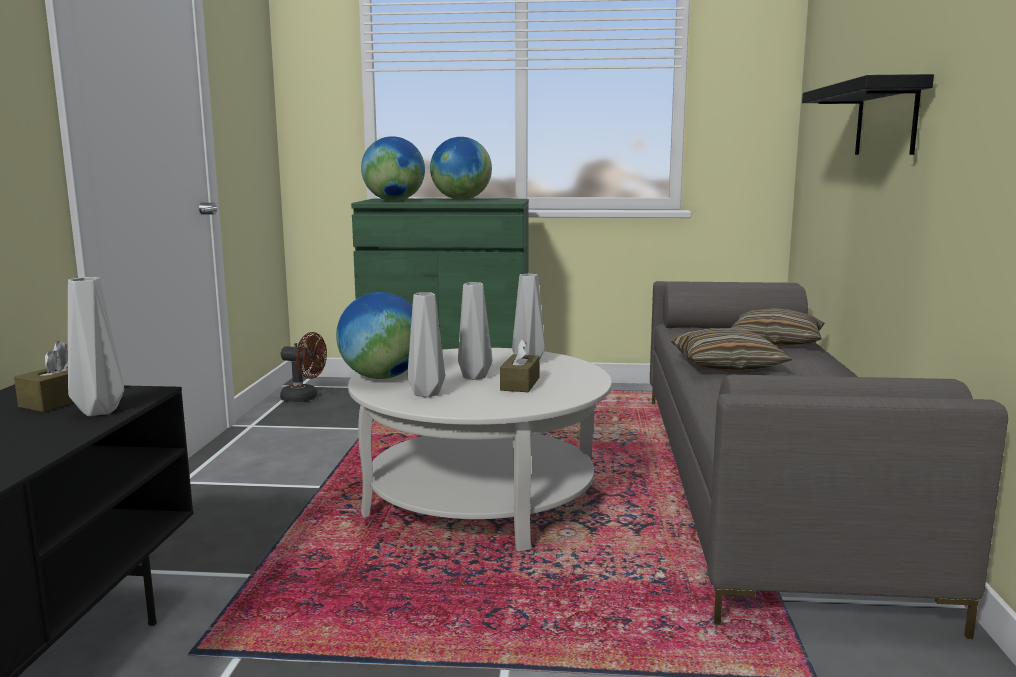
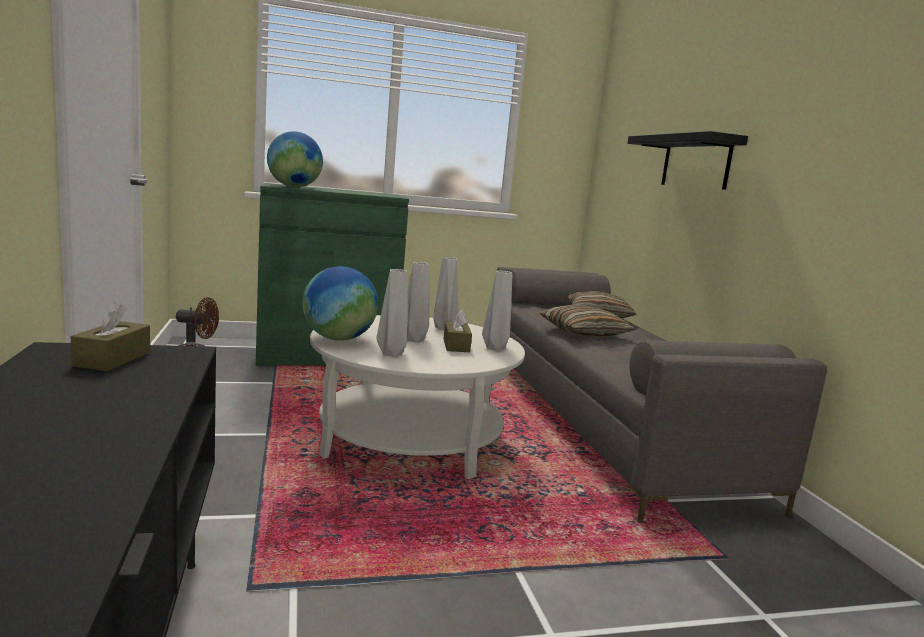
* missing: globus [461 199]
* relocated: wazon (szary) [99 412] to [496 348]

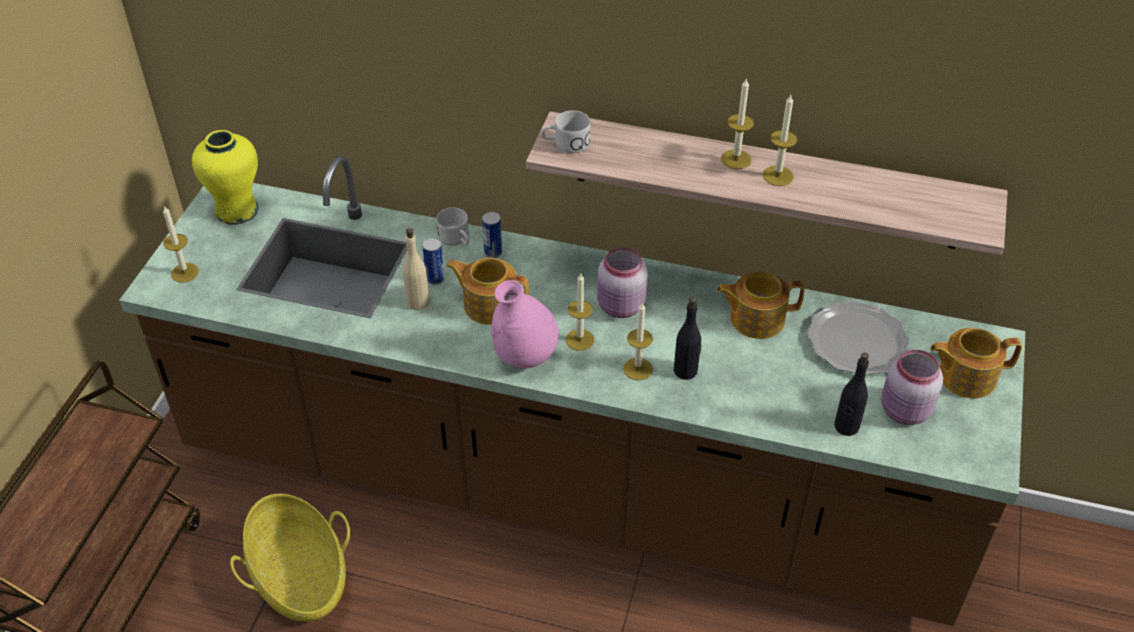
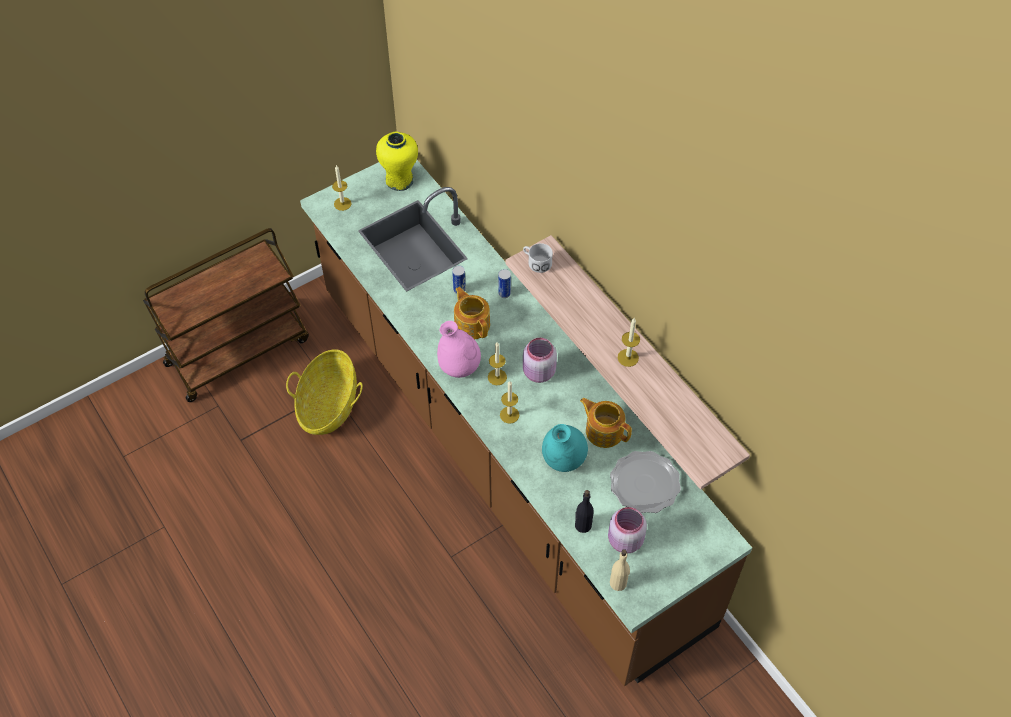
* missing: kubek (biały) [456 239]
* missing: butelka (czarny) [686 371]
* missing: świeca [736 159]
* missing: imbryk [965 376]
* appeared: wazon (turkusowy) [563 460]
* relocated: butelka (beżowy) [418 302] to [618 583]

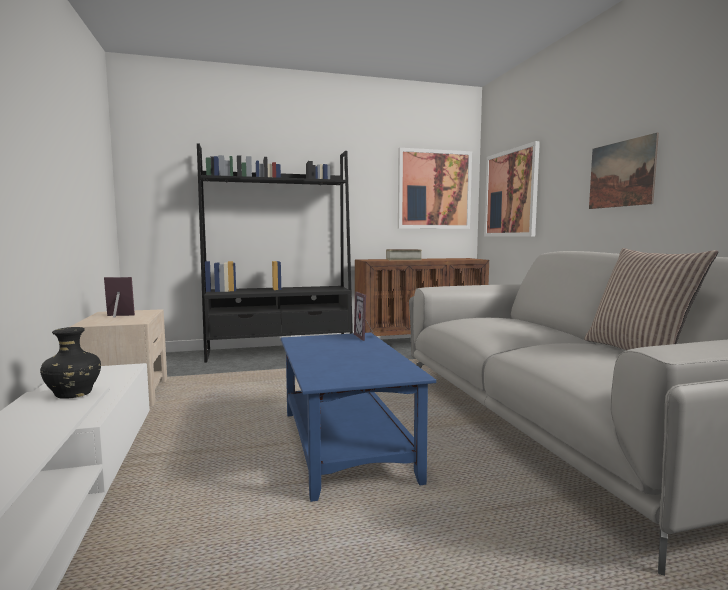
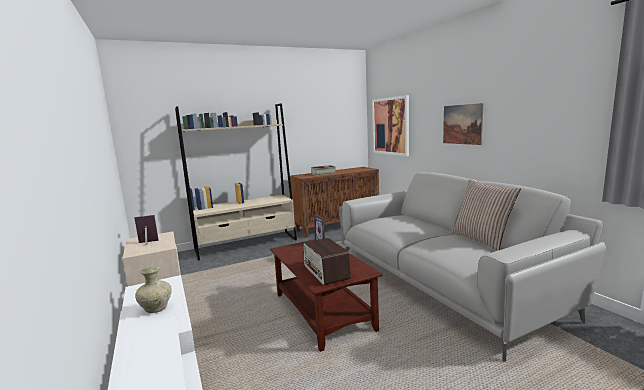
* missing: obraz [434 189]
* appeared: radio [326 272]
* colour: wazon (czarny) [73 394] to wazon (beżowy) [156 309]
* colour: regał (czarny) [280 351] to regał (beżowy) [247 245]
* colour: ława (niebieski) [346 445] to ława (brązowy) [323 312]

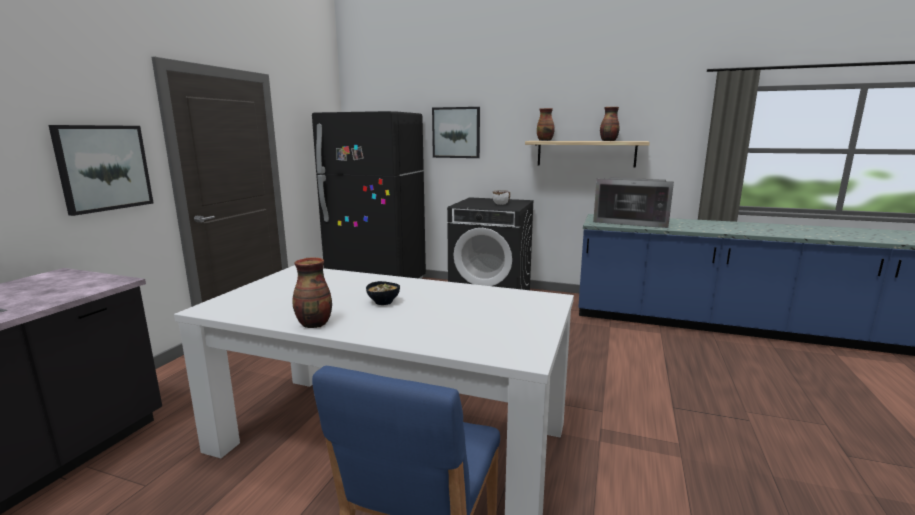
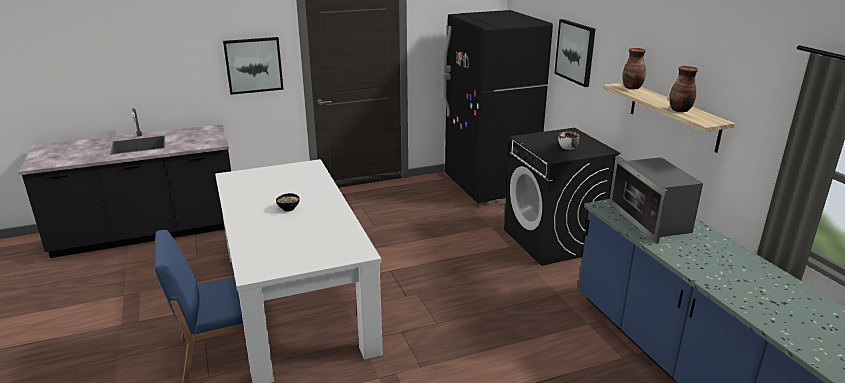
* missing: wazon [314 324]

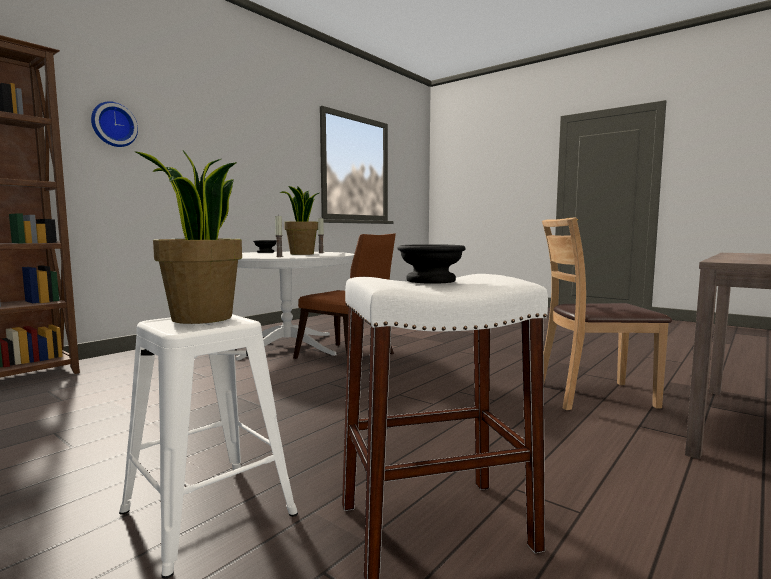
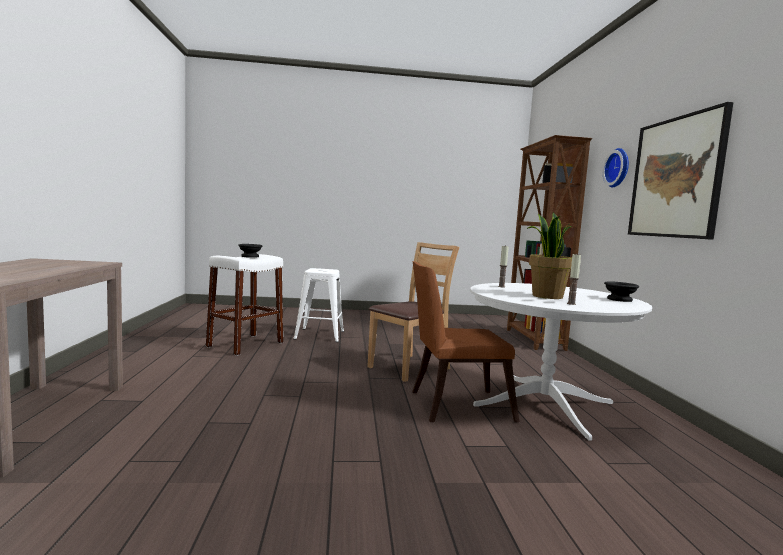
* missing: roślina doniczkowa [201 318]
* appeared: obraz [675 177]
* relocated: krzesło (brązowy) [593 395] to [409 367]

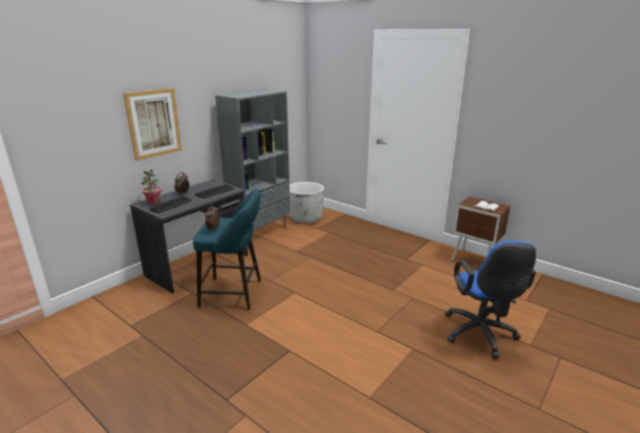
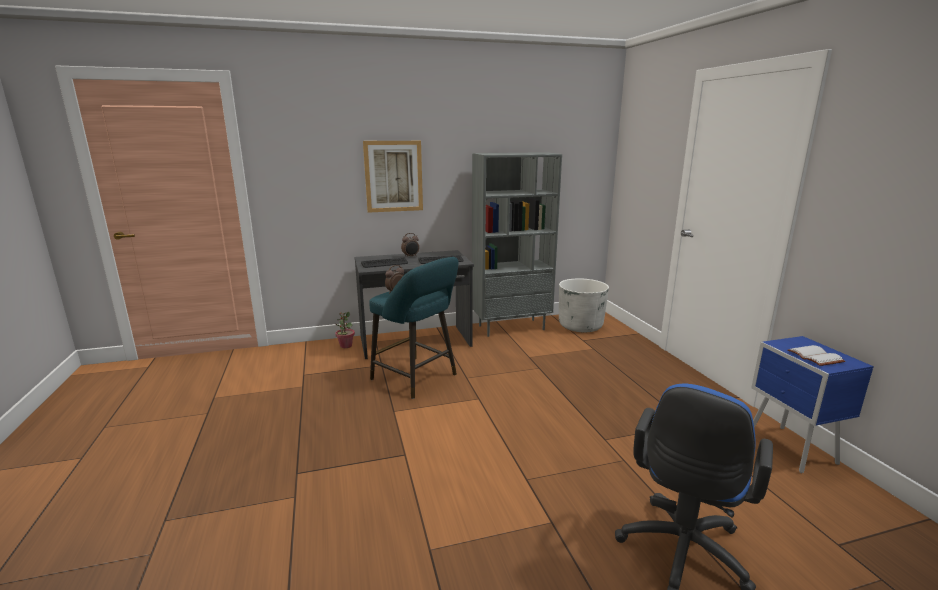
* relocated: roślina doniczkowa [153 203] to [346 346]
* colour: szafka nocna (brązowy) [475 261] to szafka nocna (niebieski) [791 450]

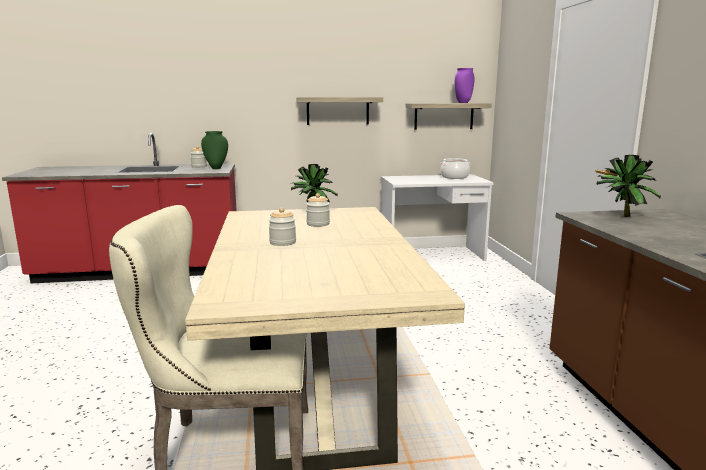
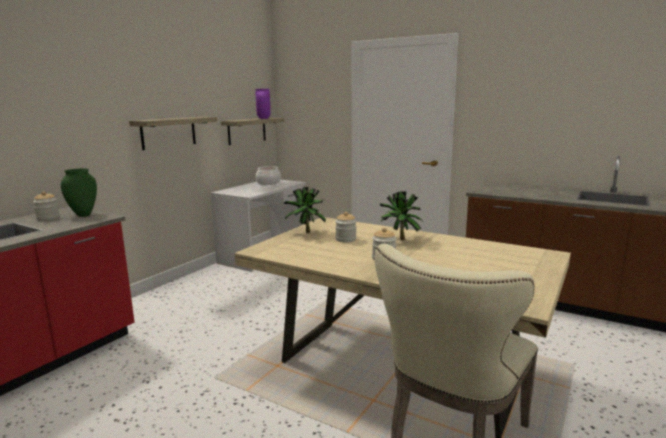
* relocated: roślina doniczkowa [621 216] to [399 240]

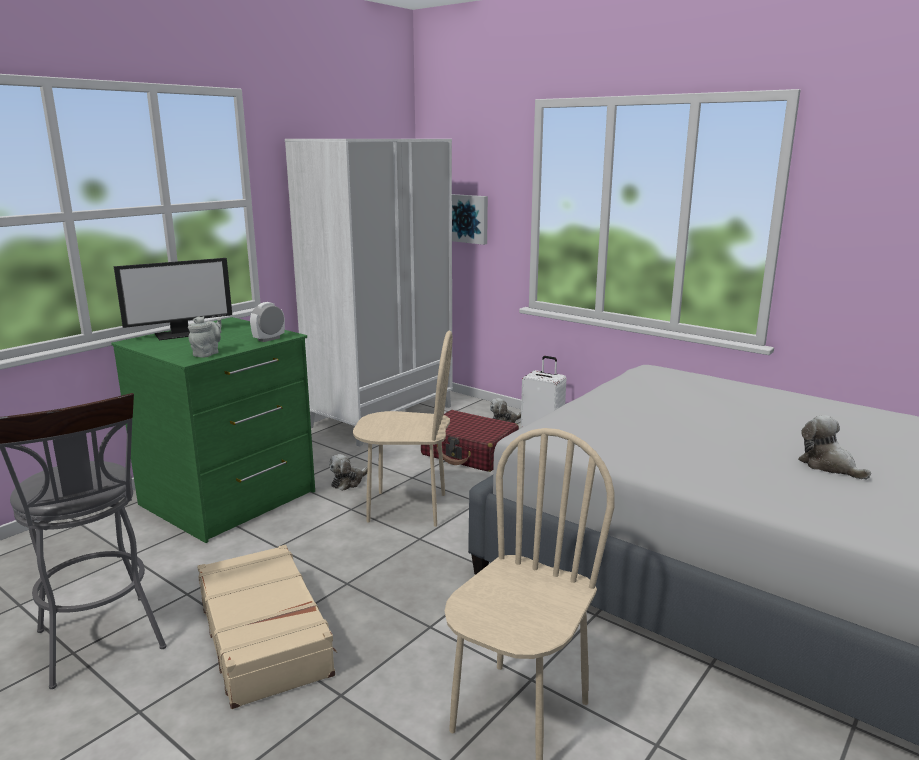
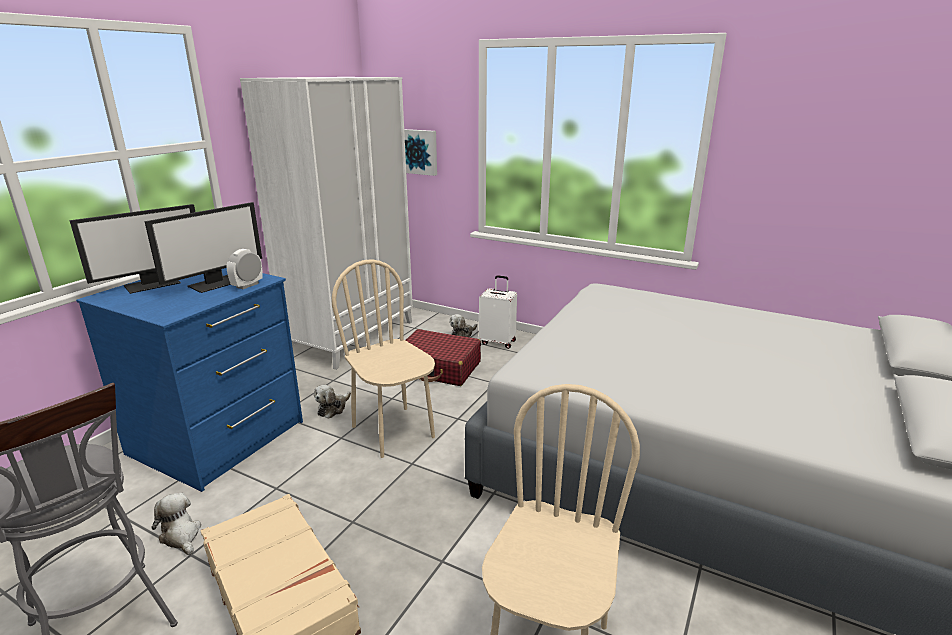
* missing: imbryk (szary) [207 354]
* appeared: monitor [216 283]
* relocated: pluszak [829 466] to [181 536]
* colour: komoda (zielony) [229 499] to komoda (niebieski) [219 438]
* spun: krzesło (beżowy) [407 508] = [393 431] 120 degrees counterclockwise

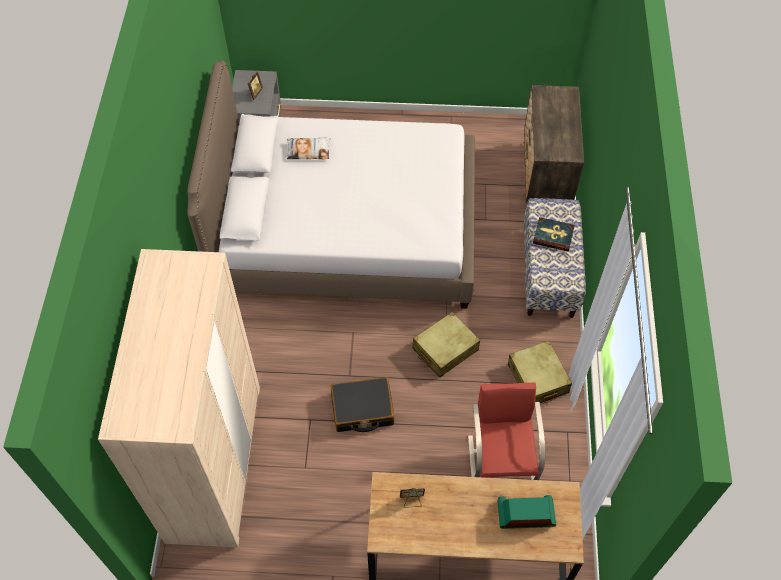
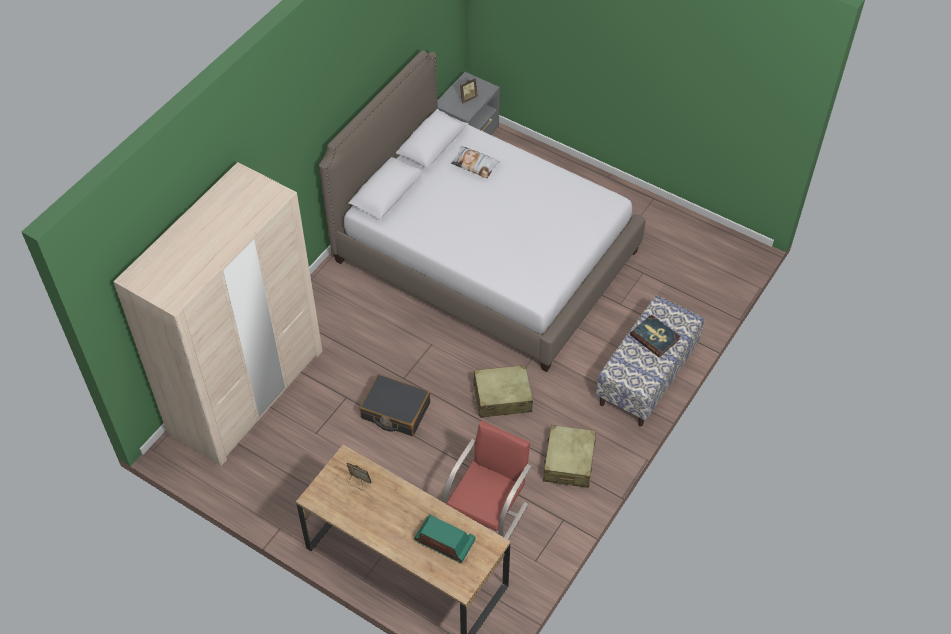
* missing: komoda [545 178]

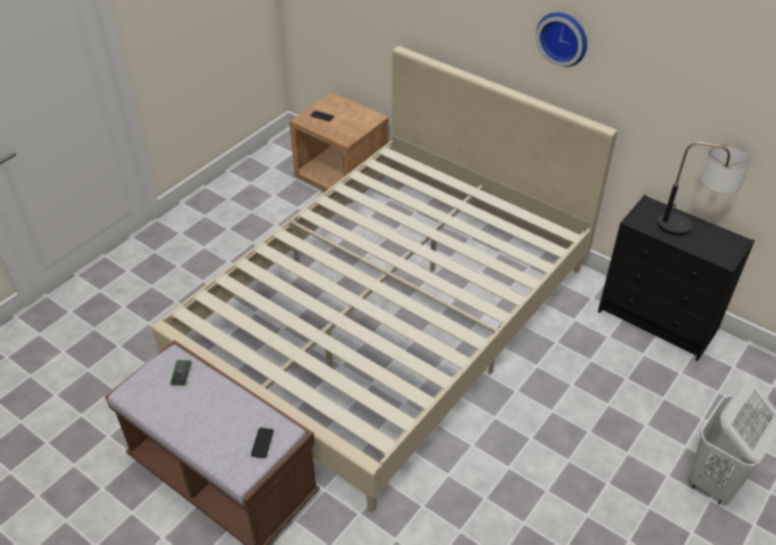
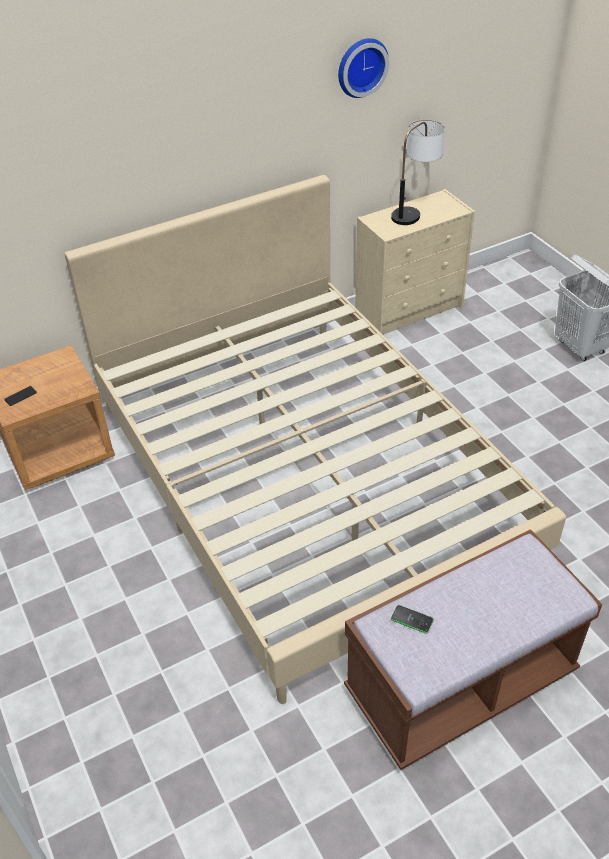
* missing: telefon [262 443]
* relocated: zegar ścienny [563 37] to [360 66]
* colour: komoda (czarny) [658 321] to komoda (beżowy) [410 310]

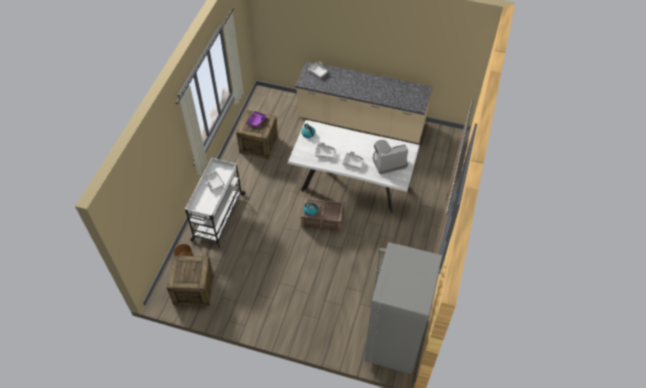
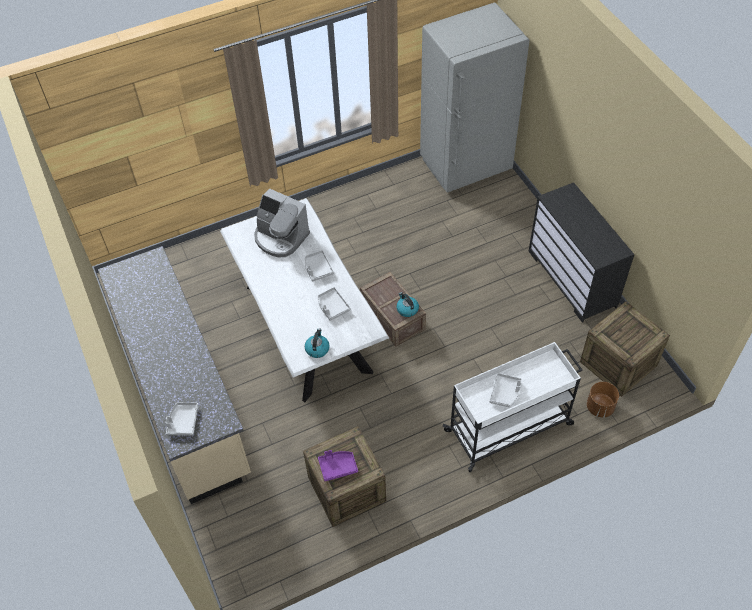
* appeared: komoda (czarny) [572 278]

